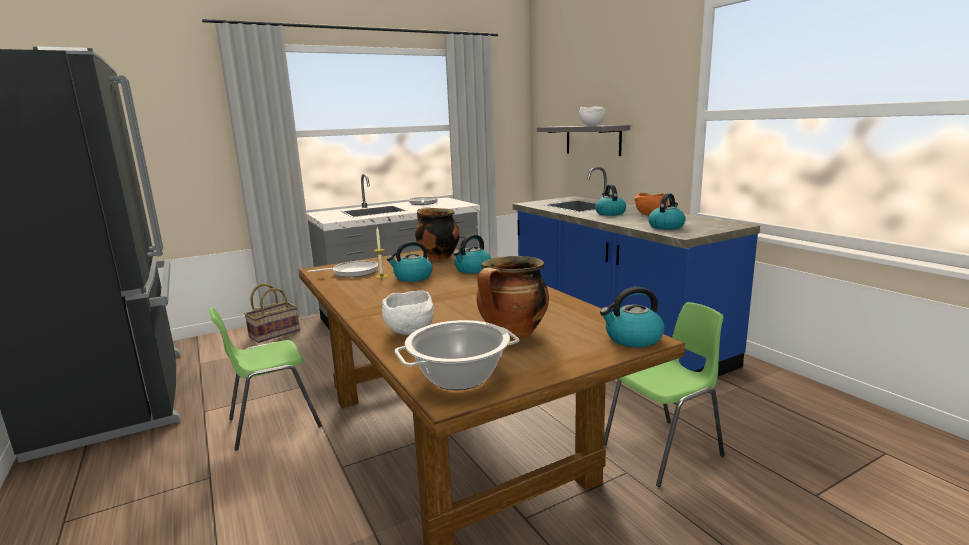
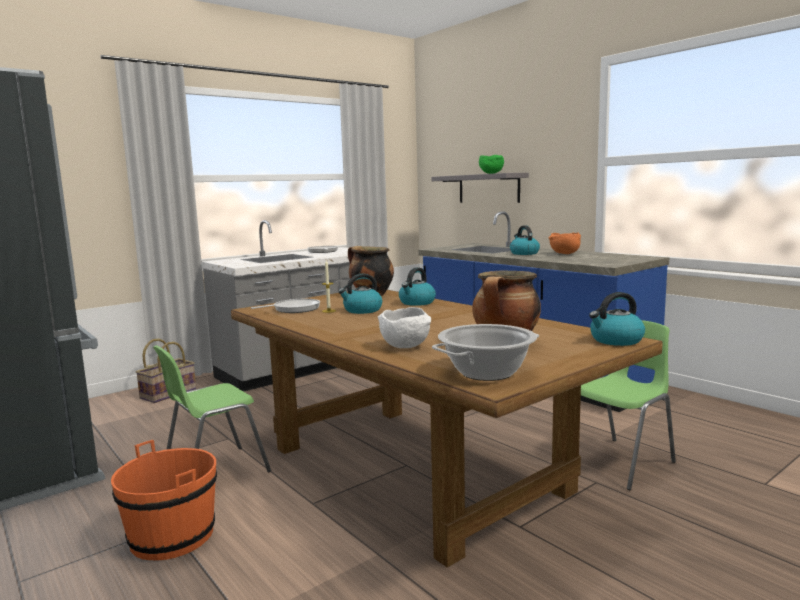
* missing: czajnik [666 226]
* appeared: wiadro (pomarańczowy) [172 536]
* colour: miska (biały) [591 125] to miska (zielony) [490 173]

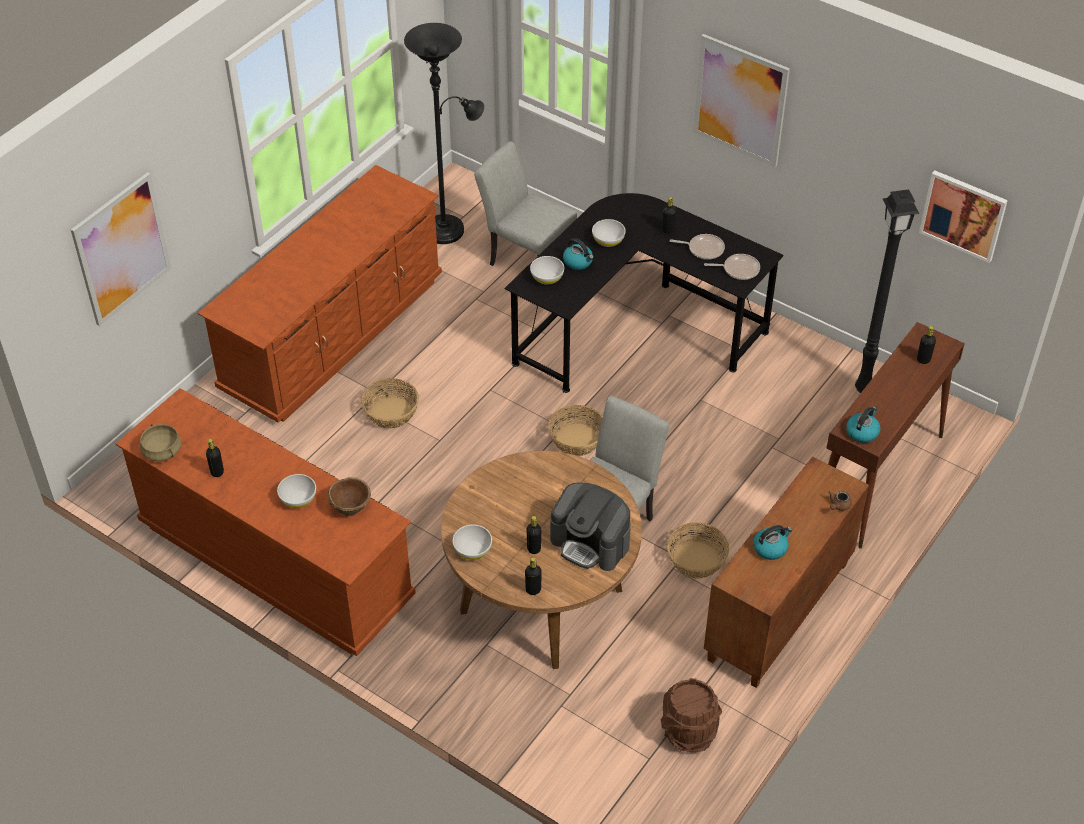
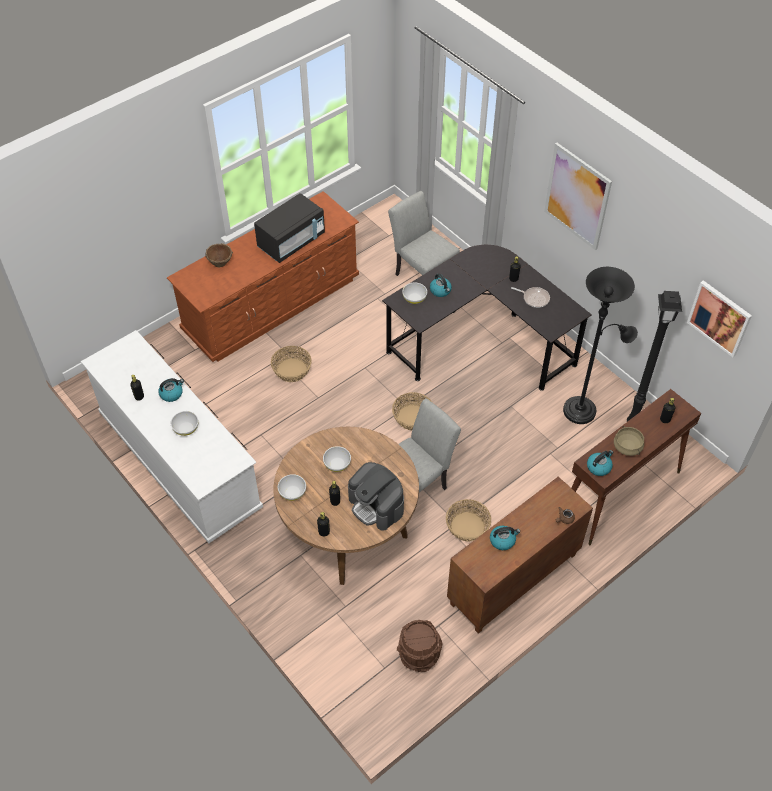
* missing: obraz [121 249]
* missing: patelnia [738 269]
* appeared: czajnik [171 394]
* appeared: mikrofalówka (czarny) [291 241]
* relocated: garnek (beżowy) [162 451] to [627 447]
* relocated: miska (brązowy) [351 507] to [220 262]
* relocated: lampa stojąca (czarny) [449 228] to [583 410]
* relocated: miska (biały) [608 240] to [337 464]
* colour: komoda (brązowy) [276 561] to komoda (biały) [180 461]

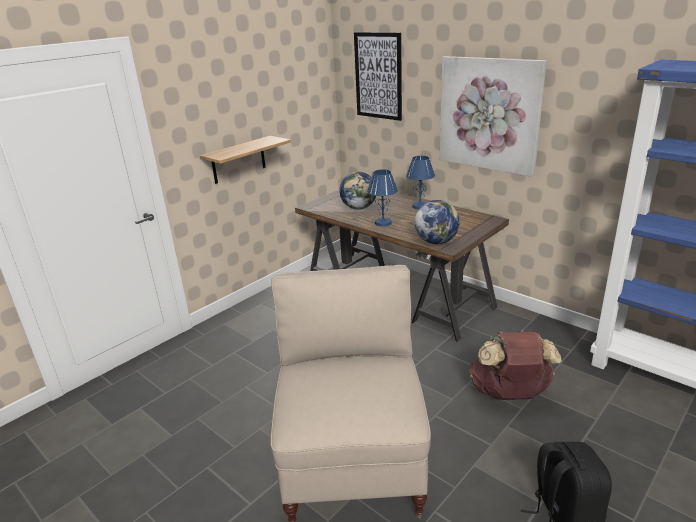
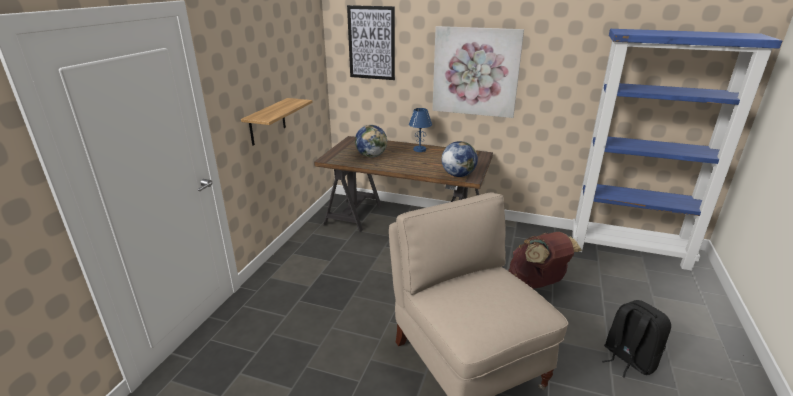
* missing: lampa stołowa (niebieski) [383 223]

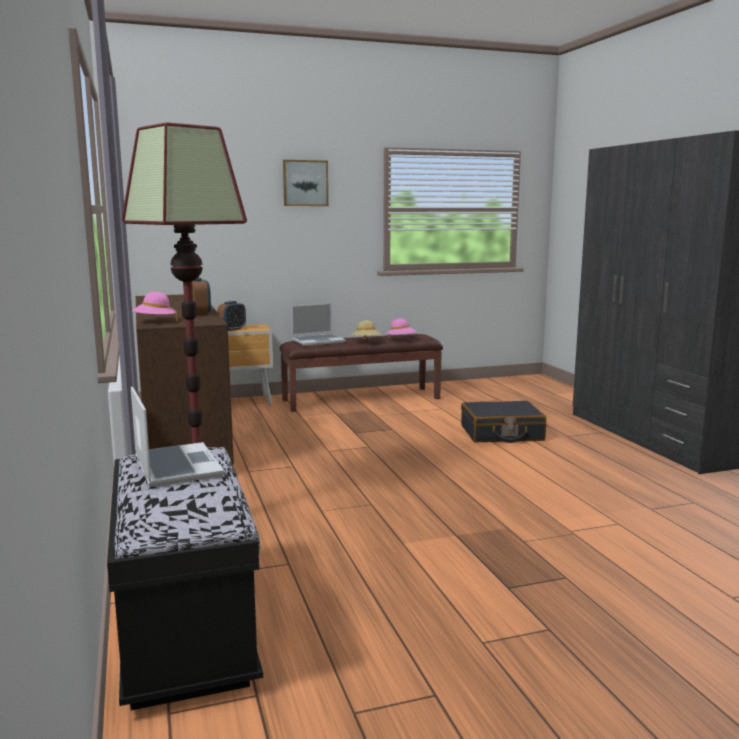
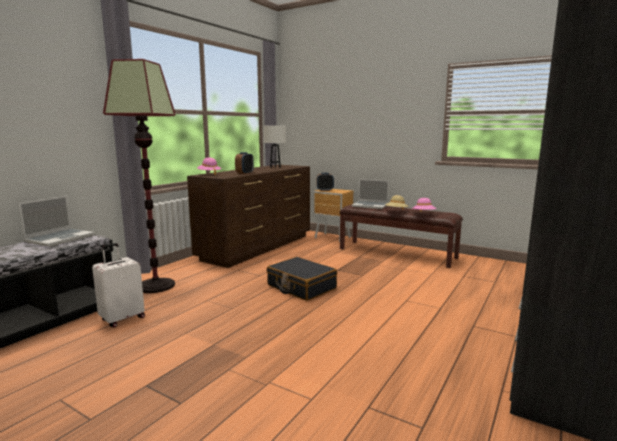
* missing: obraz [305 183]
* appeared: walizka (biały) [122 319]
* appeared: lampa stołowa (biały) [275 167]
* relocated: walizka (czarny) [501 434] to [301 287]

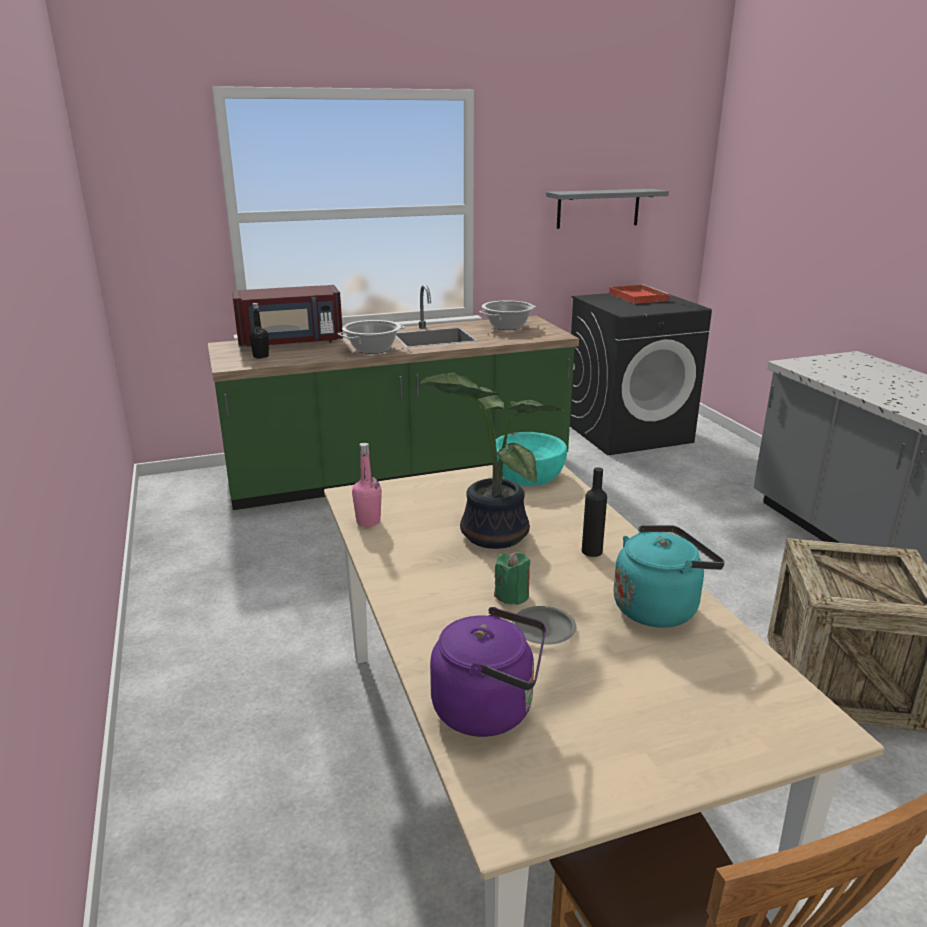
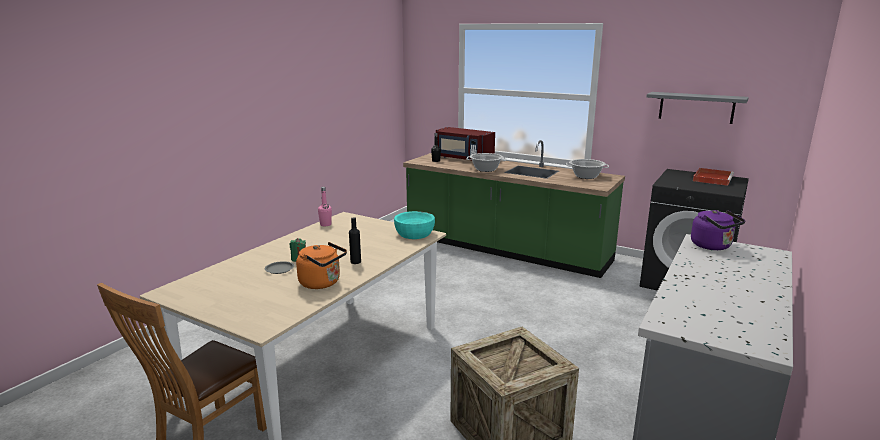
* missing: roślina doniczkowa [489 534]
* relocated: czajnik (fioletowy) [489 709] to [713 246]
* colour: czajnik (turkusowy) [659 607] to czajnik (pomarańczowy) [322 283]

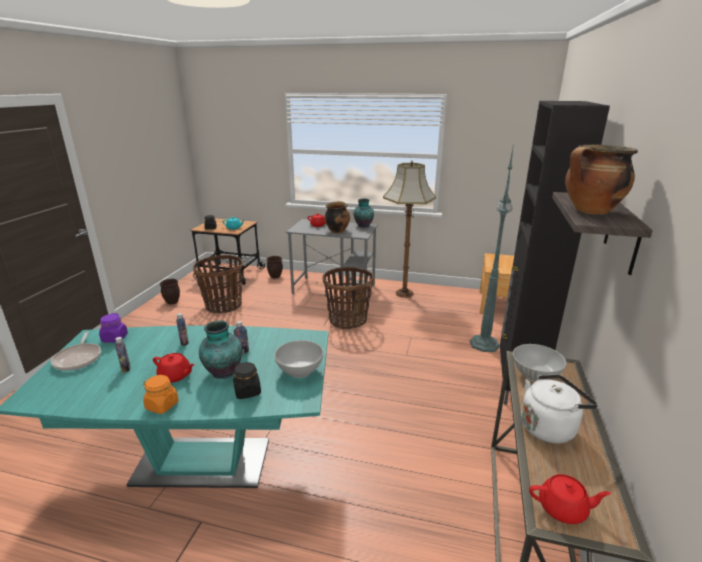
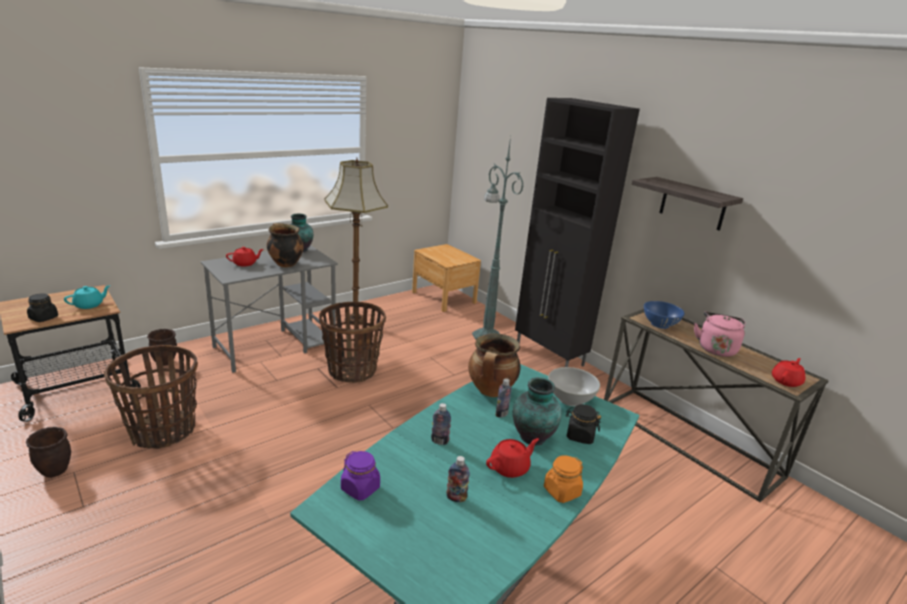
* missing: patelnia [79 358]
* relocated: garnek [590 211] to [491 391]
* colour: miska (biały) [535 375] to miska (niebieski) [659 324]
* colour: czajnik (biały) [549 427] to czajnik (różowy) [716 348]

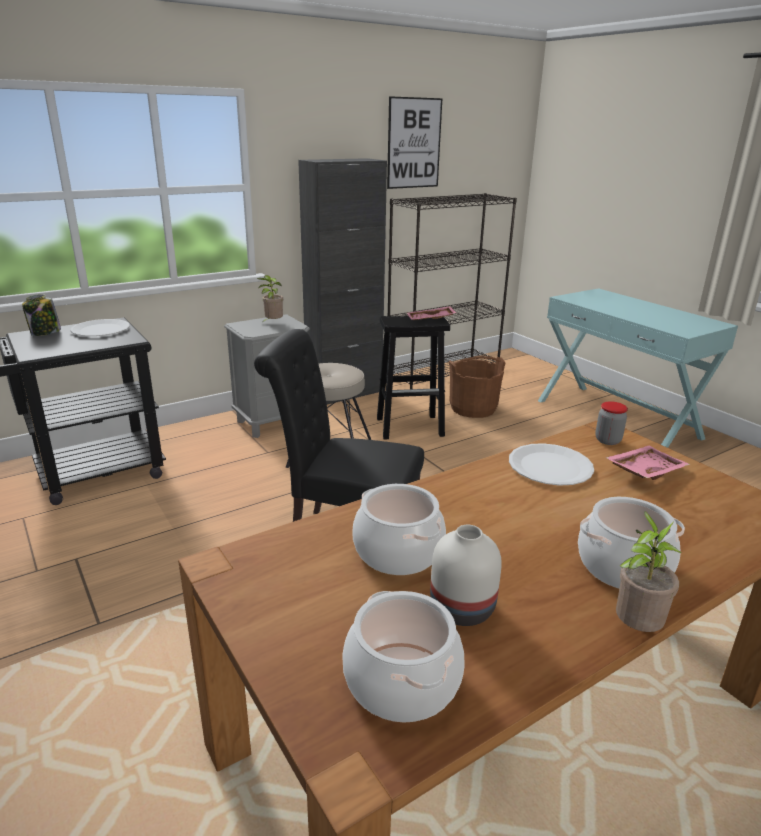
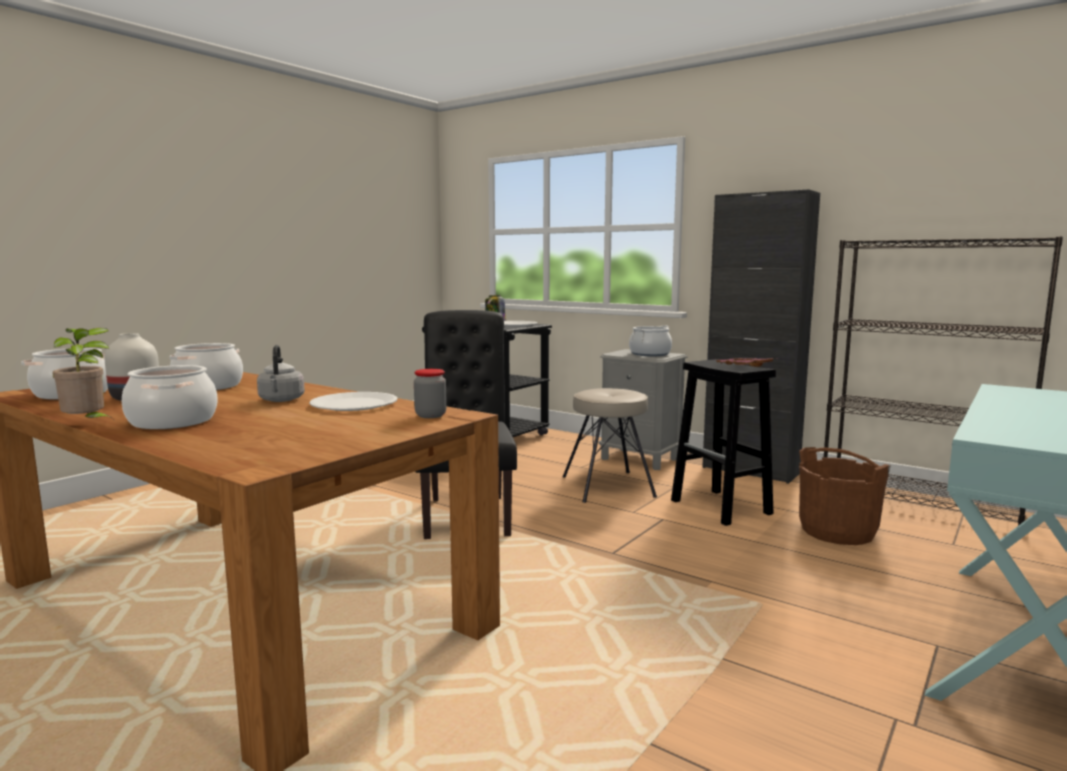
* missing: obraz [414 143]
* missing: taca (różowy) [644 471]
* appeared: czajnik (szary) [281 400]
* exchanged: roślina doniczkowa [272 323] to garnek [649 354]

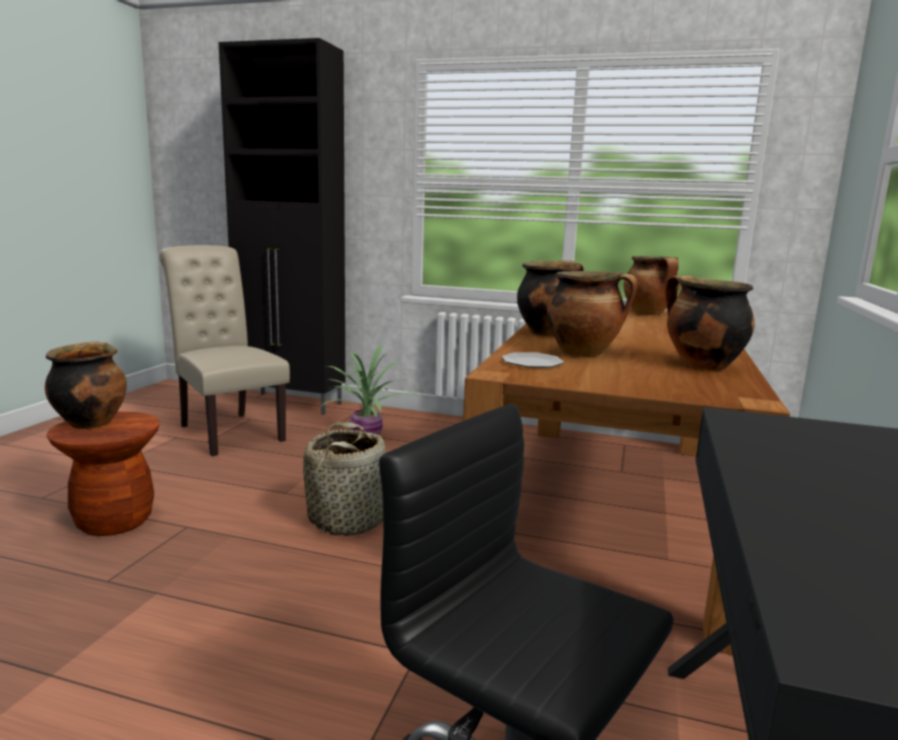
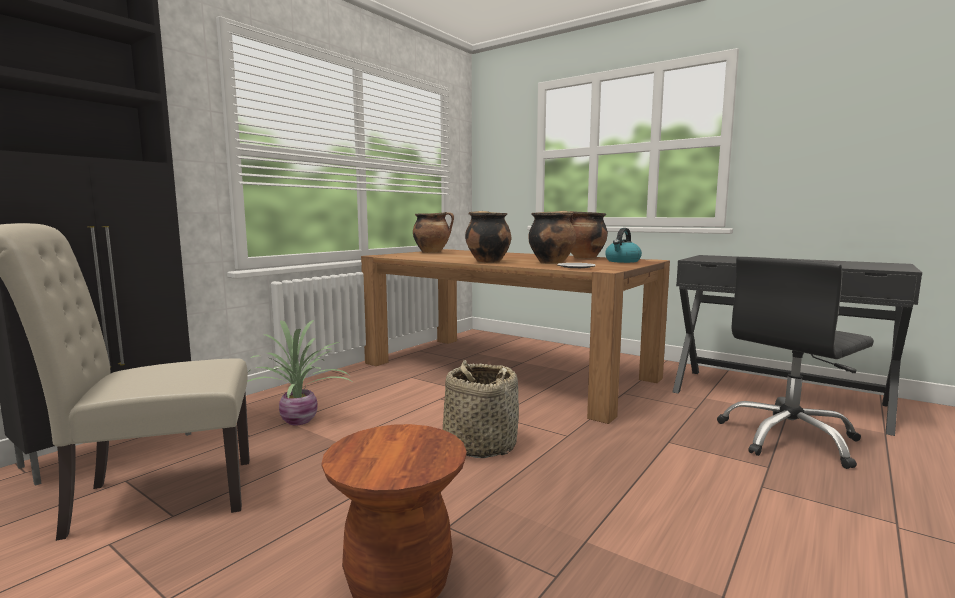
* missing: garnek [91 422]
* appeared: czajnik [622 261]

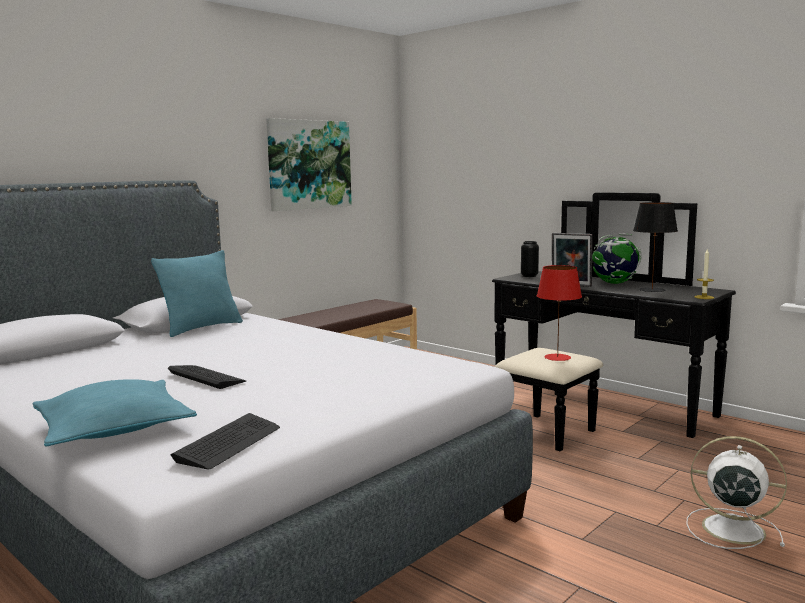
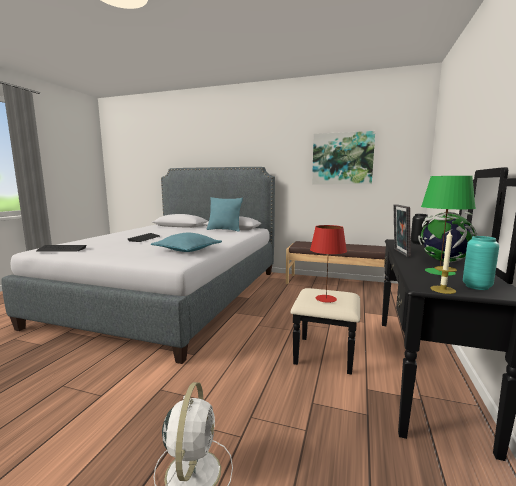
* appeared: wazon (turkusowy) [477 287]
* relocated: poduszka (turkusowy) [114 428] to [187 250]
* colour: lampa stołowa (czarny) [651 290] to lampa stołowa (zielony) [439 271]

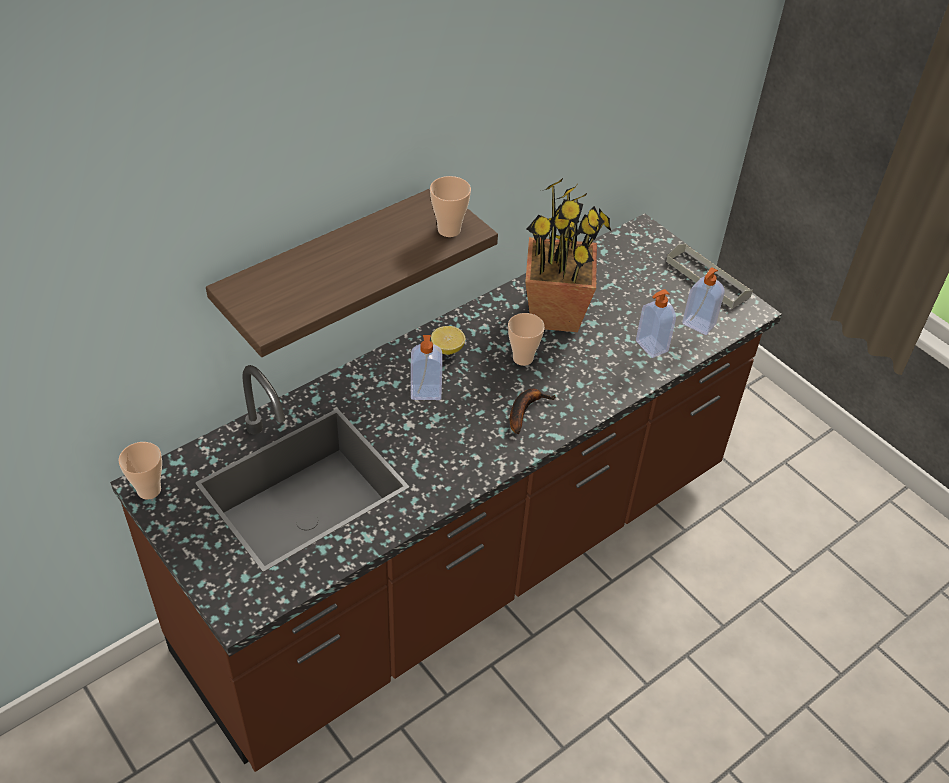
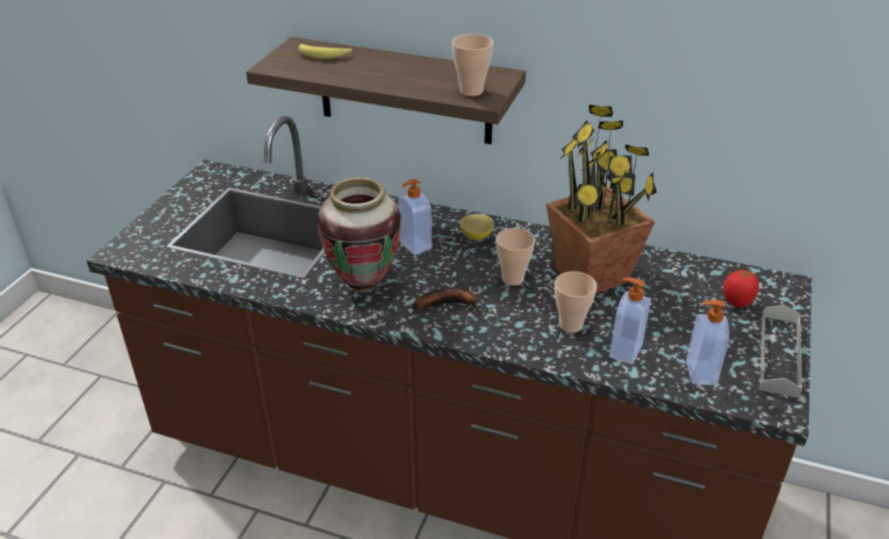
* appeared: banan [323 55]
* appeared: wazon [364 284]
* appeared: pomidor [737 303]
* relocated: filiżanka [149 490] to [570 325]

